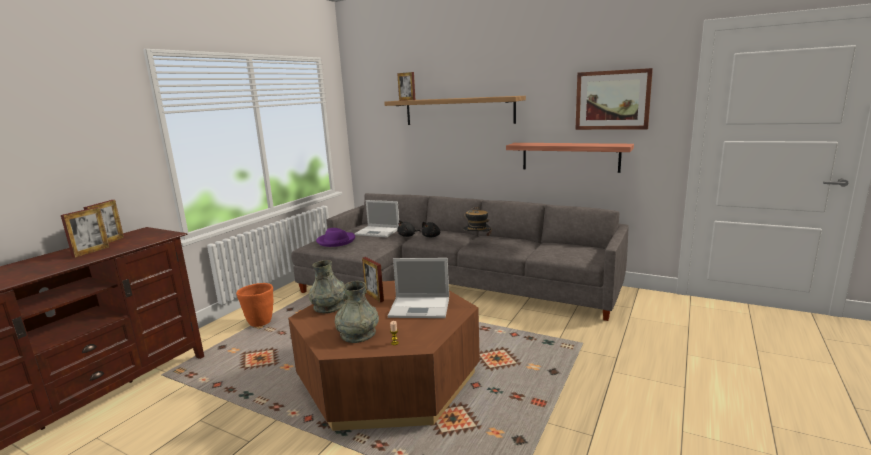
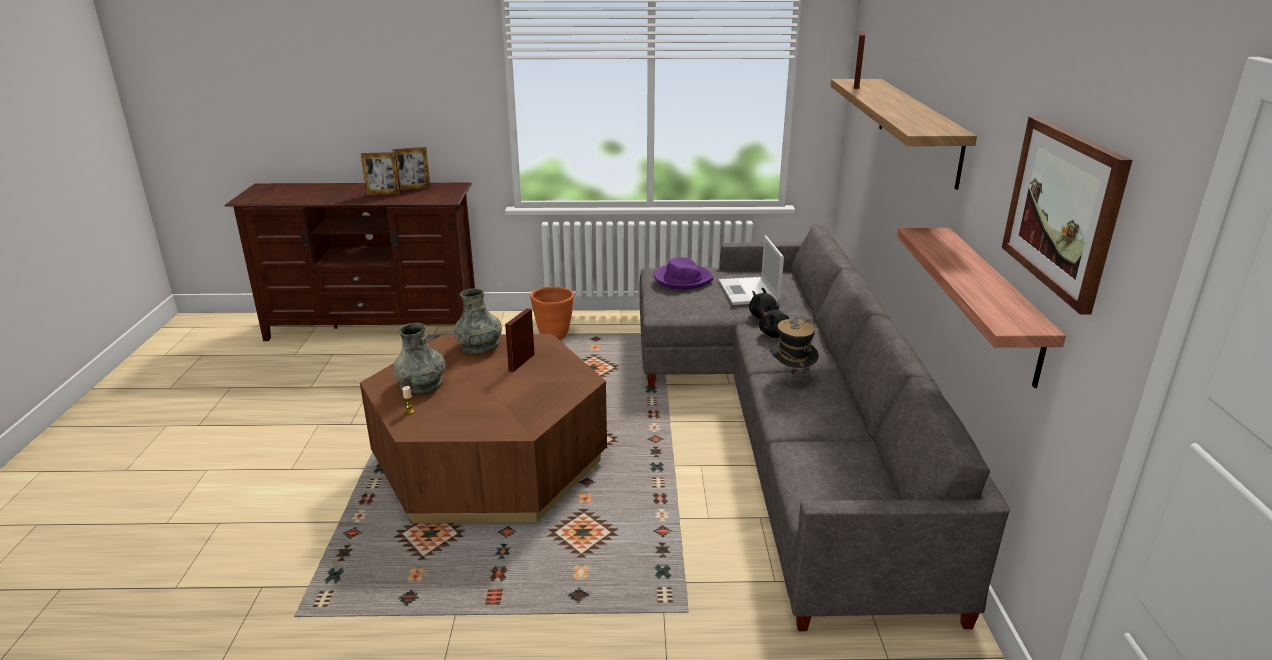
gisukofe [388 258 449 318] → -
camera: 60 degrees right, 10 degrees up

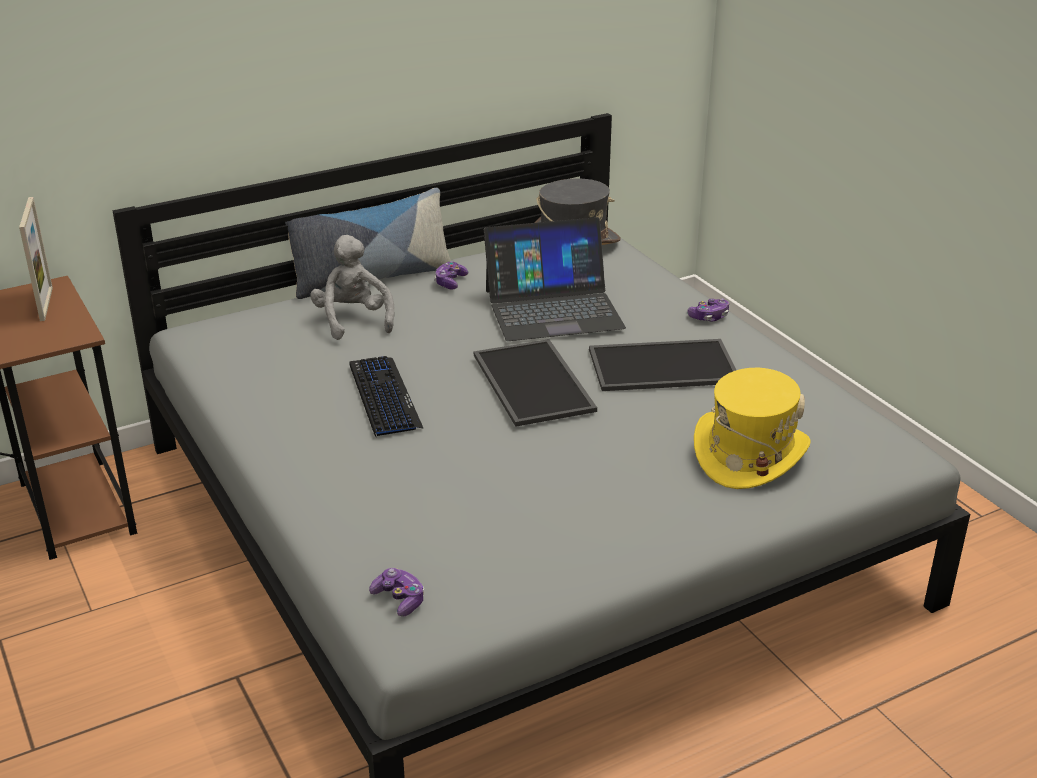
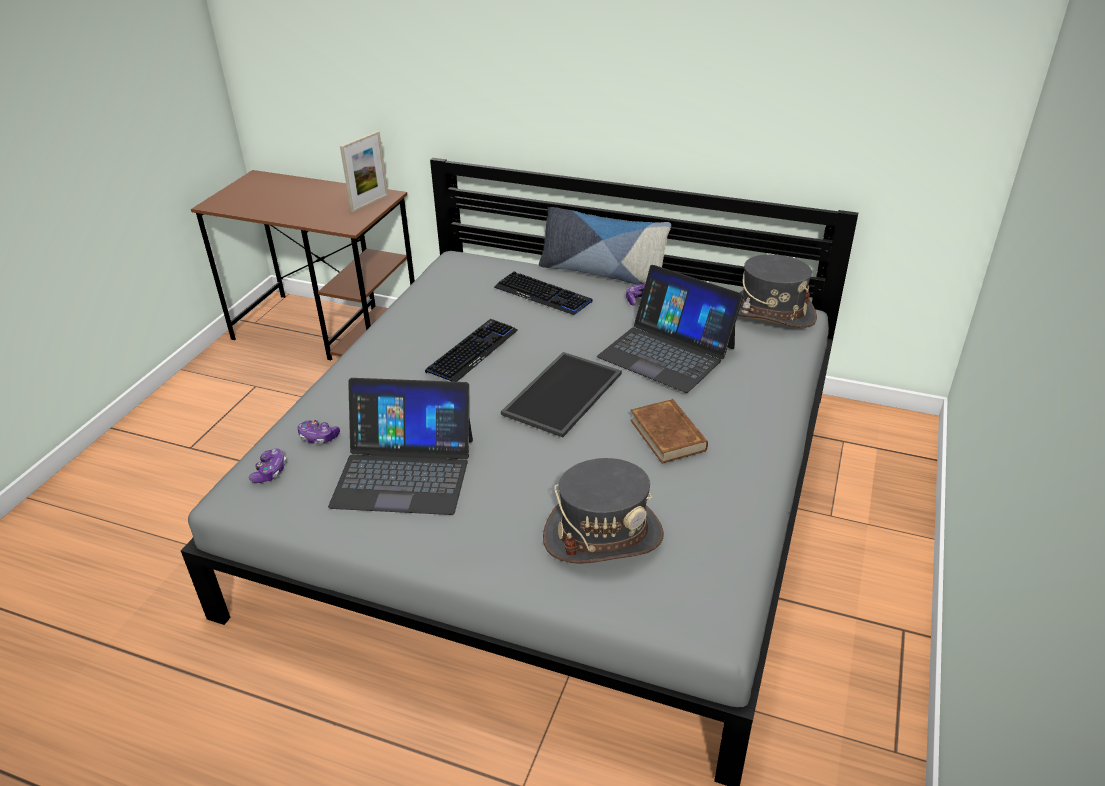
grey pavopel [310 235 394 340] → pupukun [494 271 593 315]
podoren [589 339 736 391] → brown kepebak [630 399 708 464]
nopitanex [688 298 729 321] → nopitanex [297 420 340 444], move
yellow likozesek [694 368 811 489] → grey likozesek [543 458 664 564]
- → gisukofe [328 378 473 515]
camera: 50 degrees right, 5 degrees up

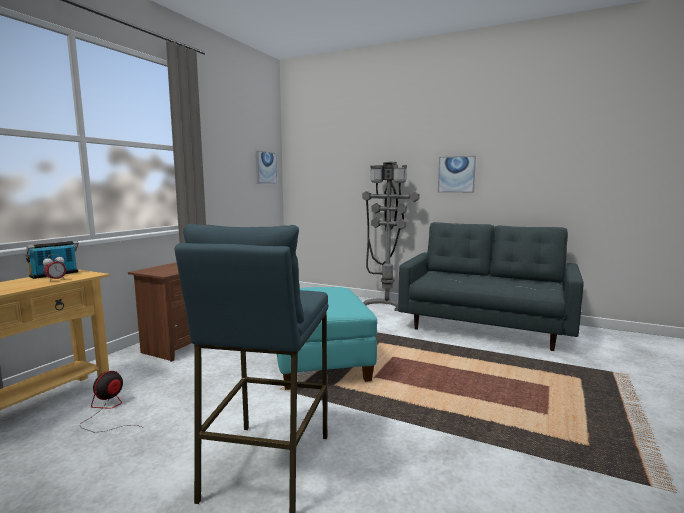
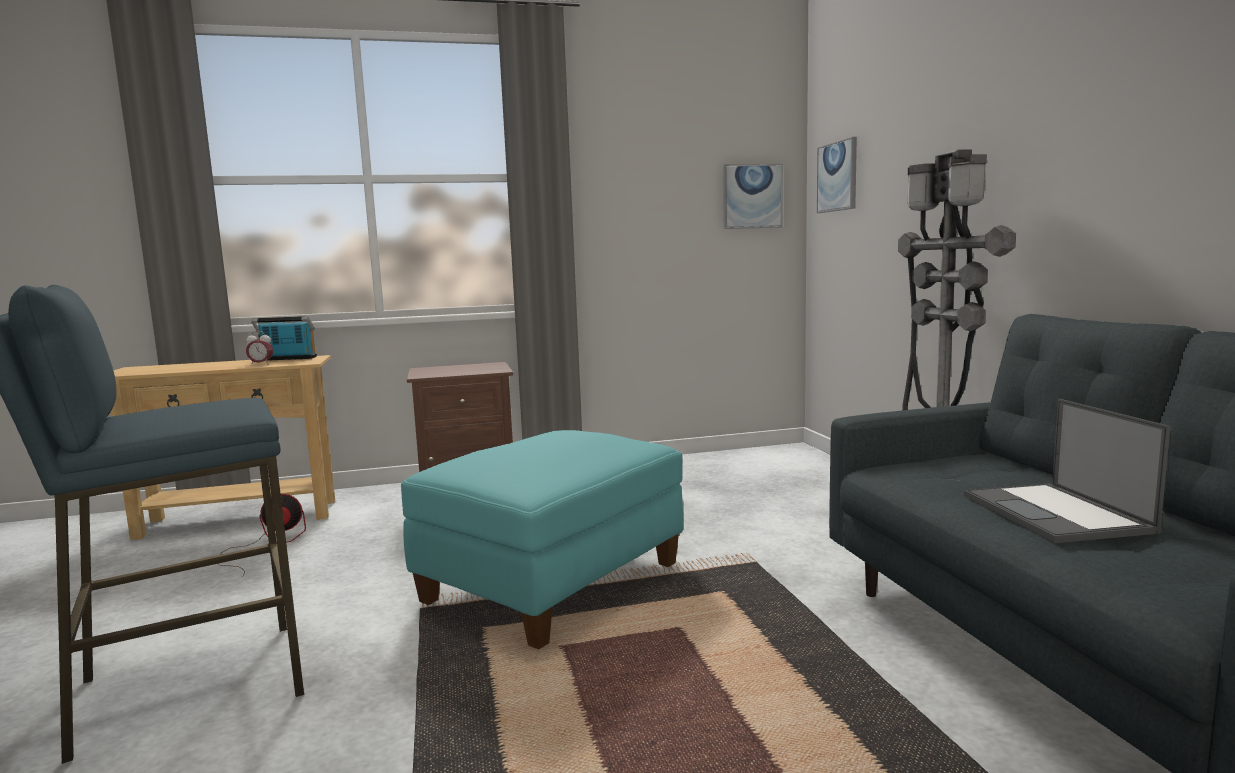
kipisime [438 156 476 193] → kipisime [817 137 857 213], move
- → gisukofe [964 399 1170 543]
camera: 50 degrees right, 0 degrees up

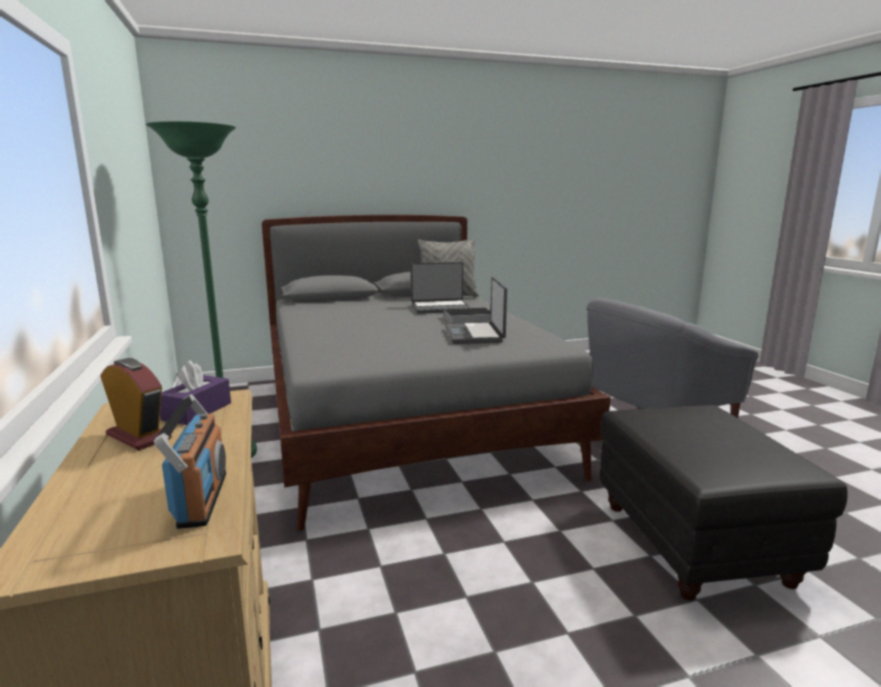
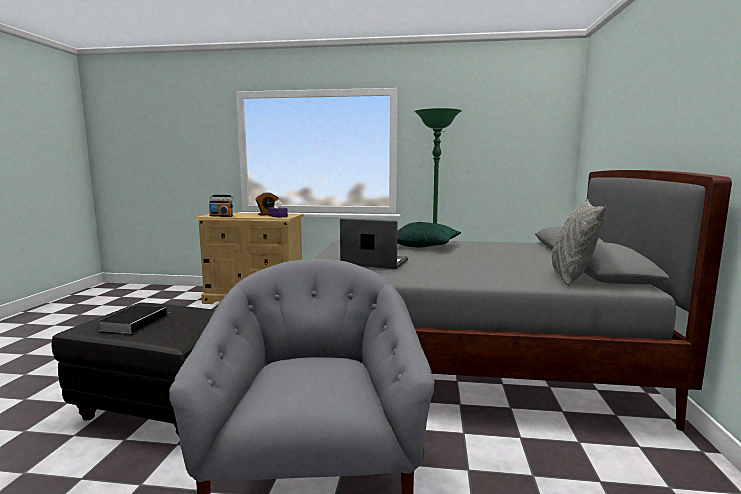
gisukofe [411 262 471 314] → -
kepebak [437 307 491 324] → kepebak [98 305 168 334], move
- → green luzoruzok [397 222 461 247]
camera: 115 degrees right, 5 degrees down

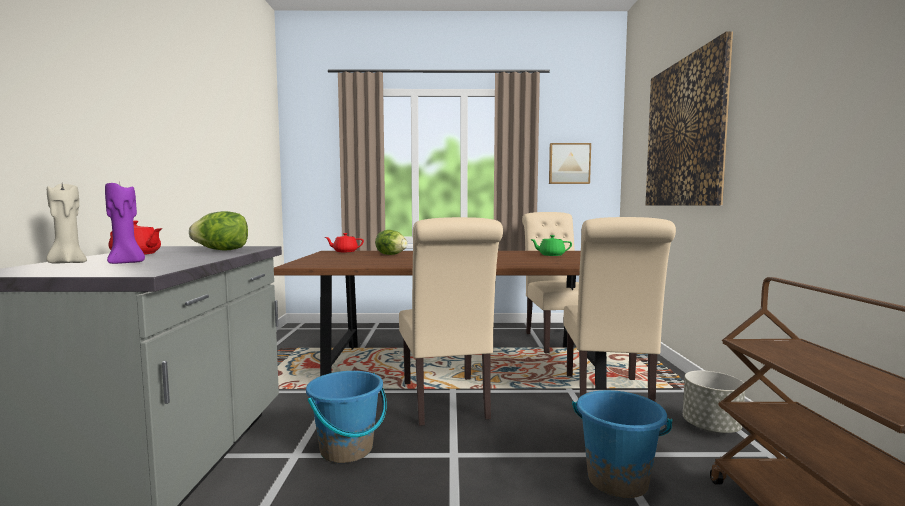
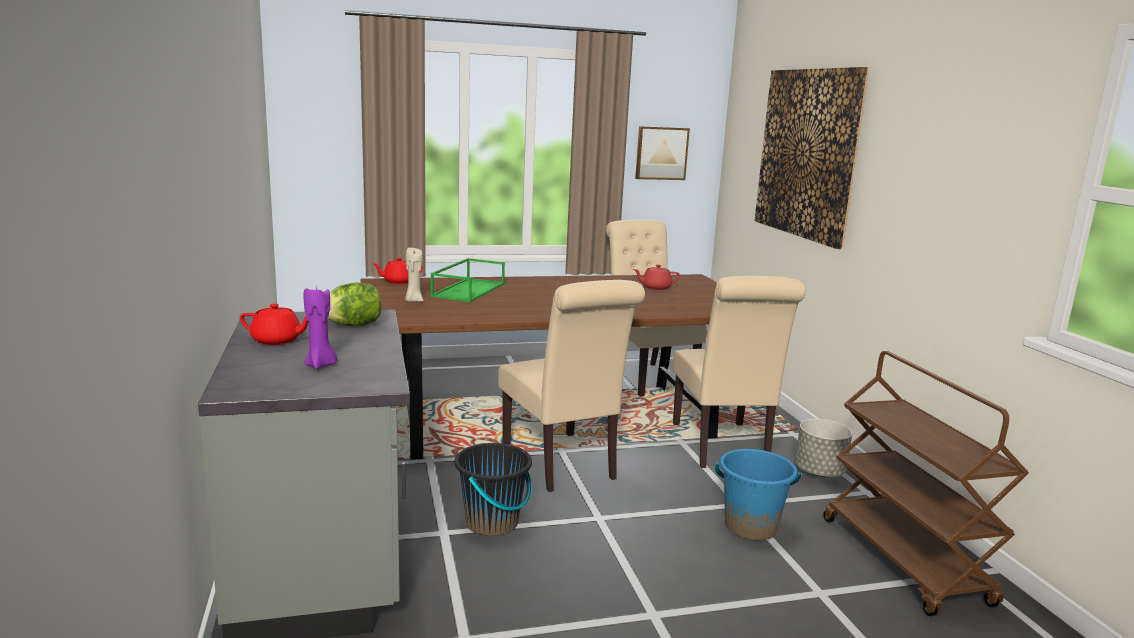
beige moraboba [46 184 87 264] → beige moraboba [405 248 424 302], move
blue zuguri [306 371 387 463] → black zuguri [455 443 532 536]
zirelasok [375 230 408 255] → green podoren [431 258 505 302]
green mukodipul [530 235 572 256] → red mukodipul [633 264 680 290]
camera: 15 degrees left, 10 degrees up

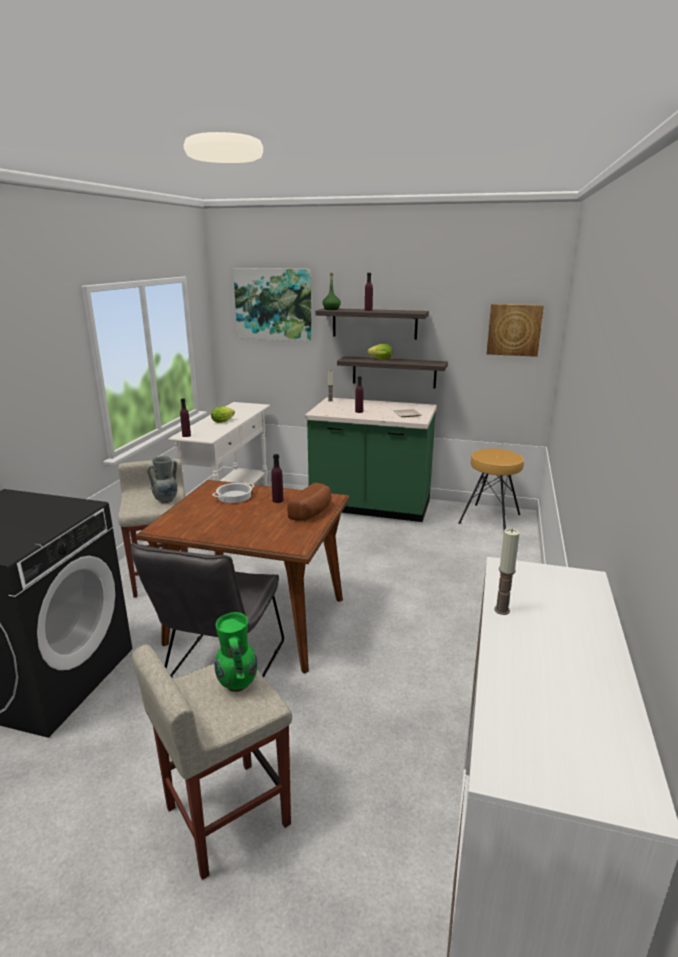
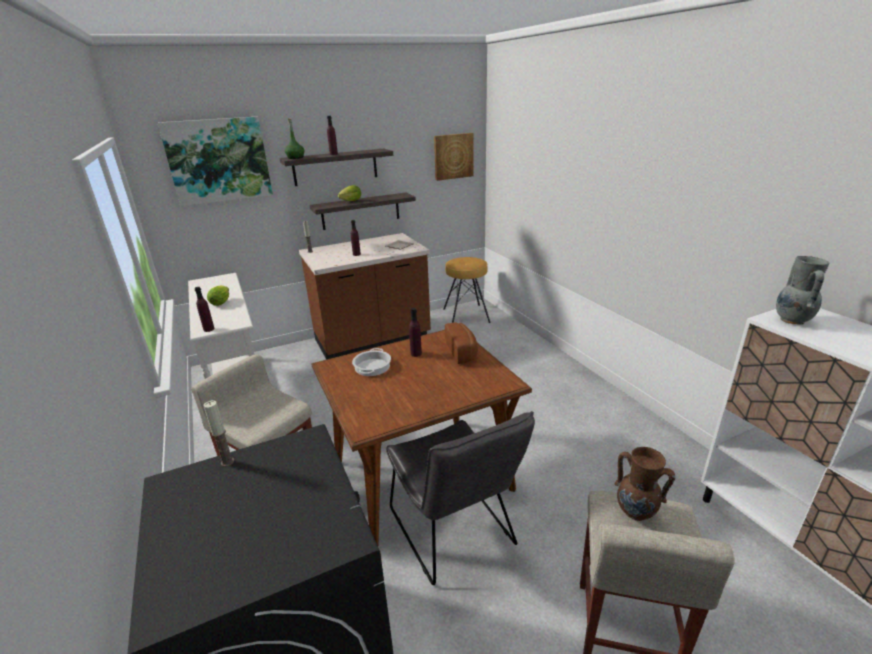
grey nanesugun [147 456 177 503] → grey nanesugun [776 256 830 324], move
green nanesugun [215 612 257 692] → brown nanesugun [614 447 675 521]
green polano [305 397 437 522] → brown polano [299 233 431 360]
moraboba [494 528 520 615] → moraboba [204 400 234 467], move
camera: 40 degrees left, 5 degrees up

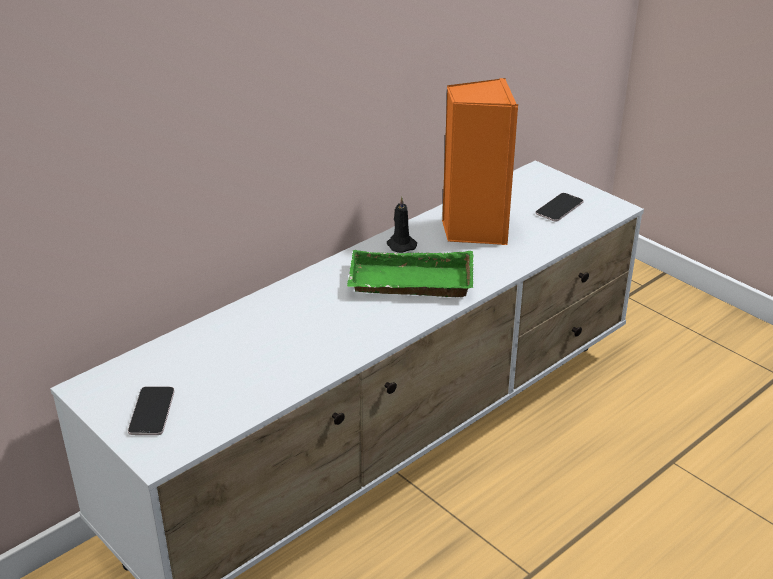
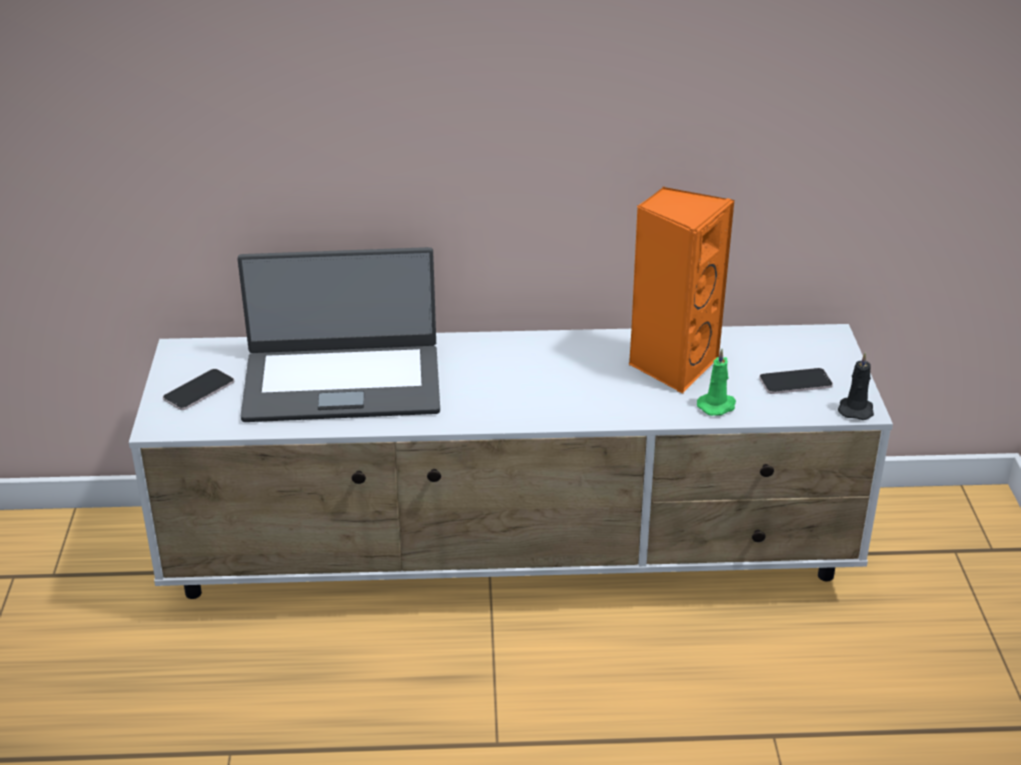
green podoren [347 250 474 297] → -
black moraboba [387 196 417 253] → black moraboba [838 352 874 420], move
- → gisukofe [238 247 440 422]
- → green moraboba [697 349 736 416]
camera: 40 degrees right, 0 degrees up

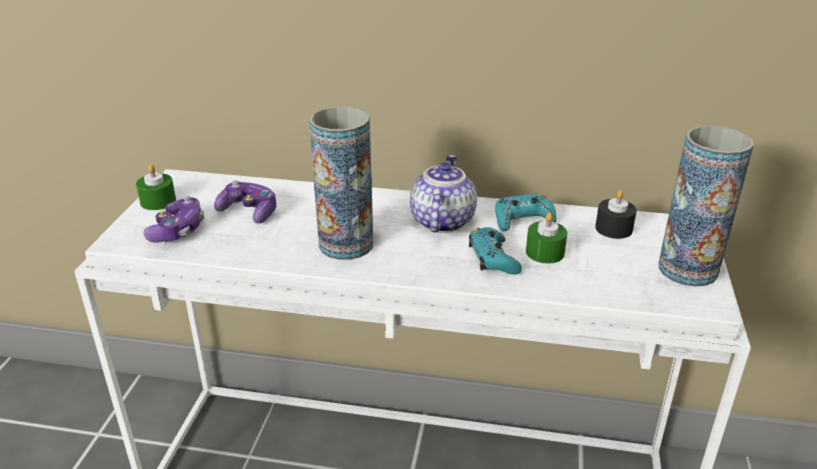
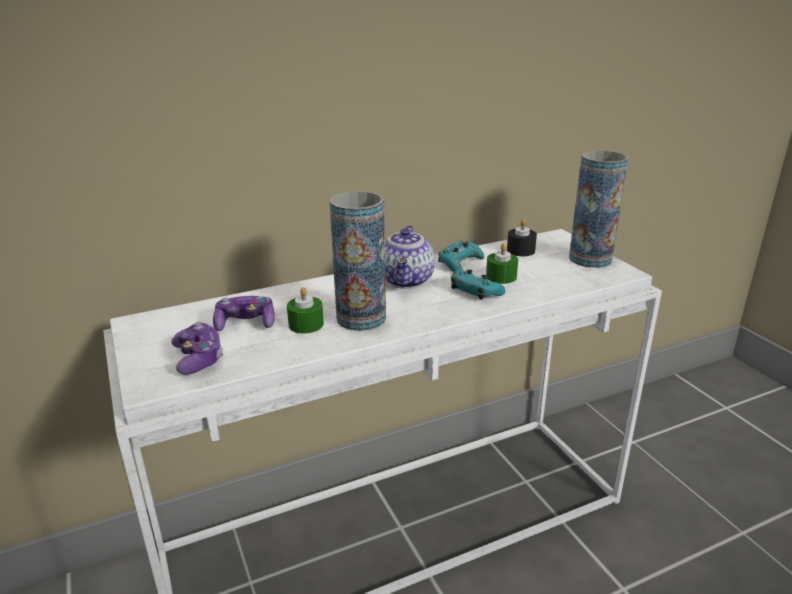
green moraboba [136 164 176 210] → green moraboba [287 287 324 334], move
mukodipul [410 155 477 233] → mukodipul [385 225 435 289], 150 degrees counterclockwise
camera: 35 degrees left, 5 degrees down

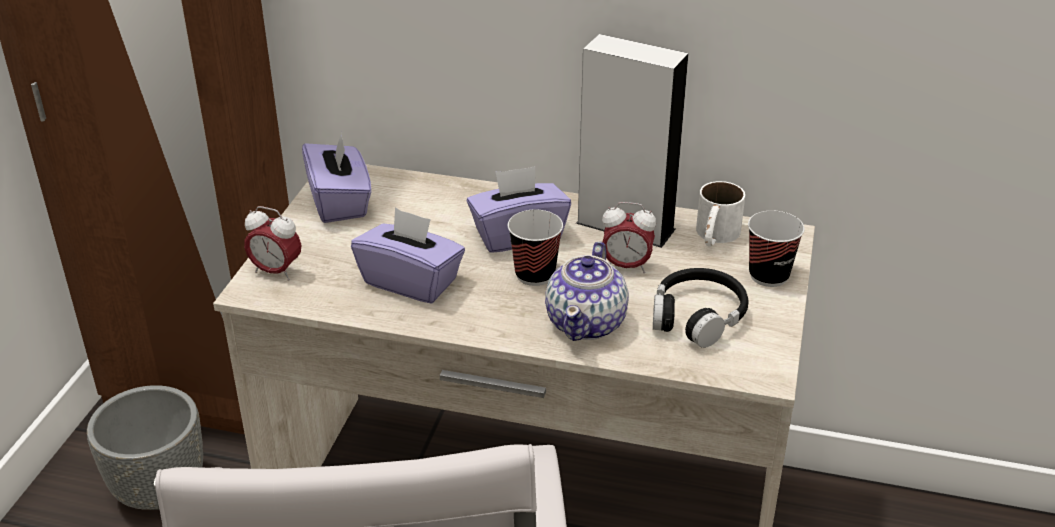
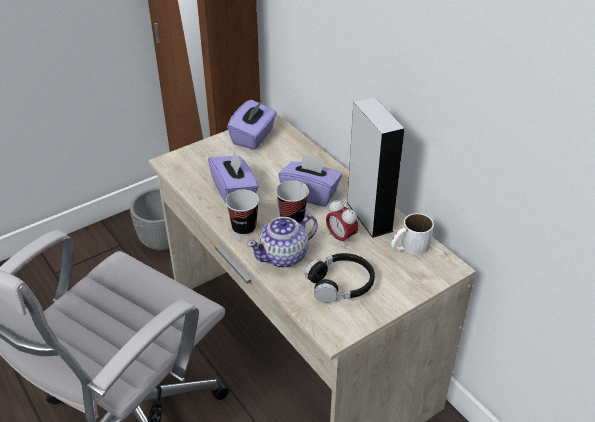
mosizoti [244 206 301 281] → -
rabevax [748 210 805 287] → rabevax [225 190 259 236], move
camera: 40 degrees right, 5 degrees up

